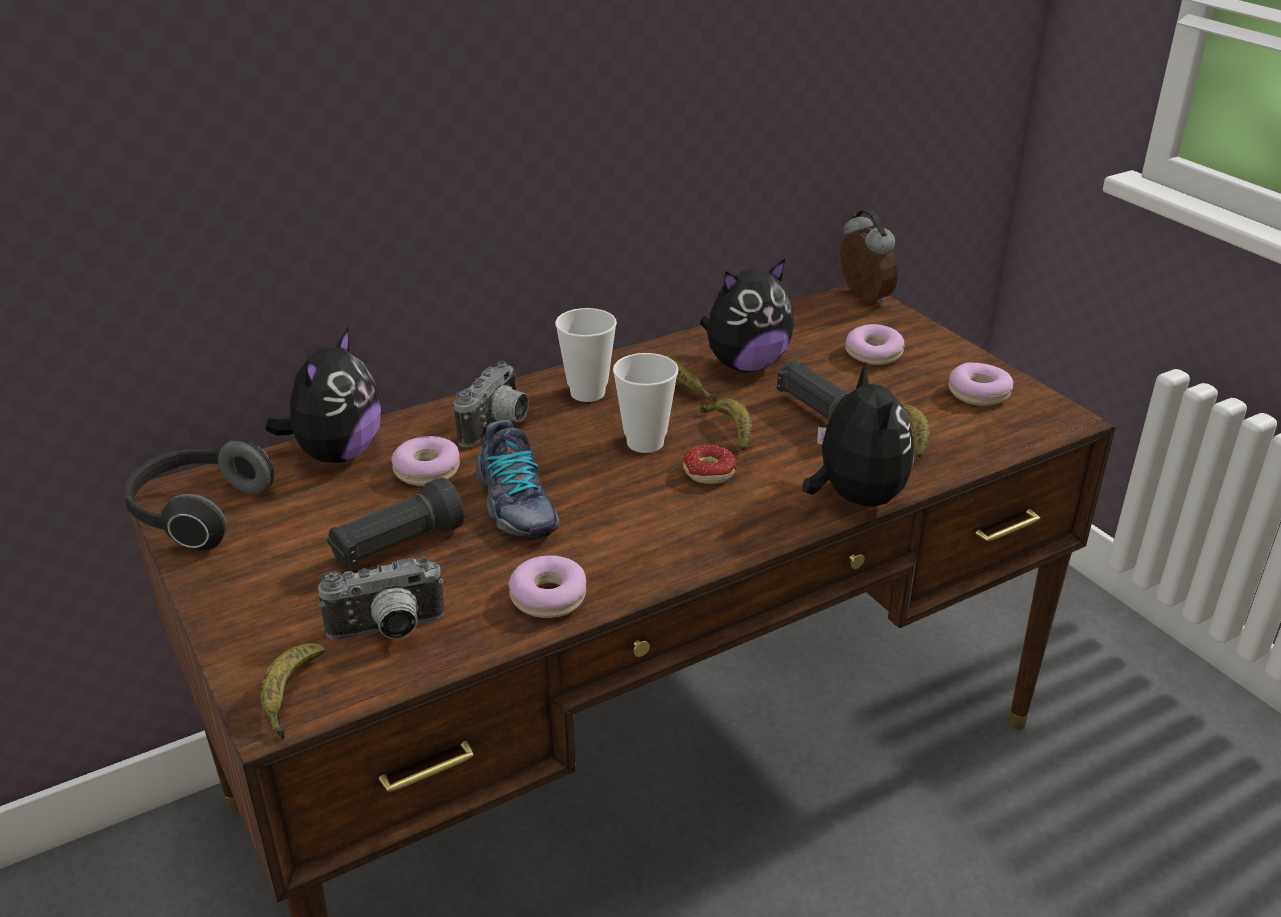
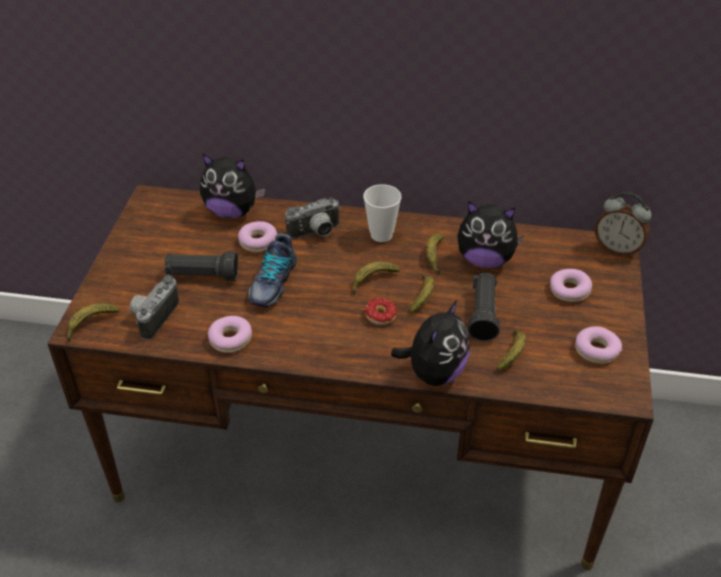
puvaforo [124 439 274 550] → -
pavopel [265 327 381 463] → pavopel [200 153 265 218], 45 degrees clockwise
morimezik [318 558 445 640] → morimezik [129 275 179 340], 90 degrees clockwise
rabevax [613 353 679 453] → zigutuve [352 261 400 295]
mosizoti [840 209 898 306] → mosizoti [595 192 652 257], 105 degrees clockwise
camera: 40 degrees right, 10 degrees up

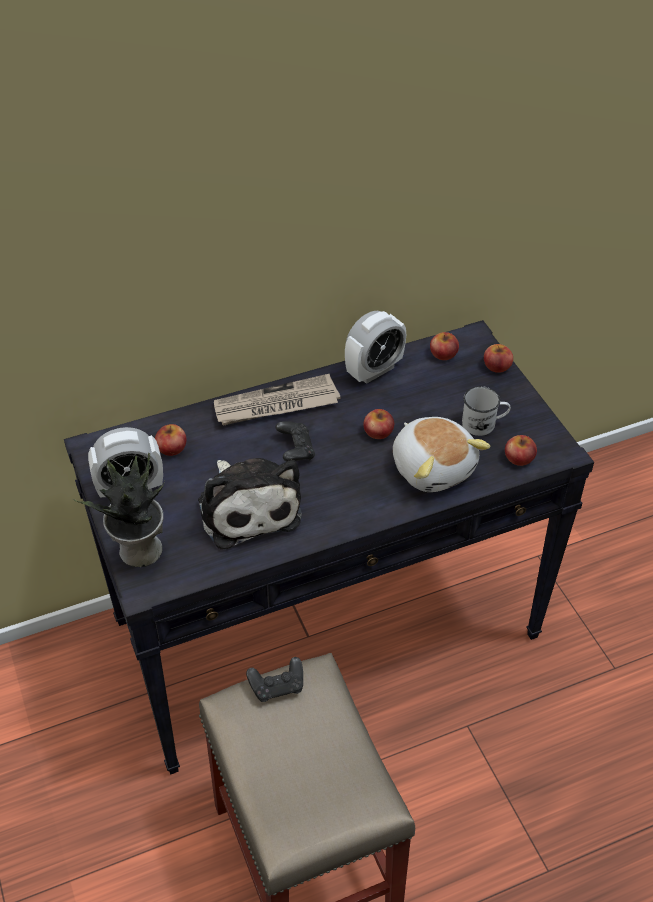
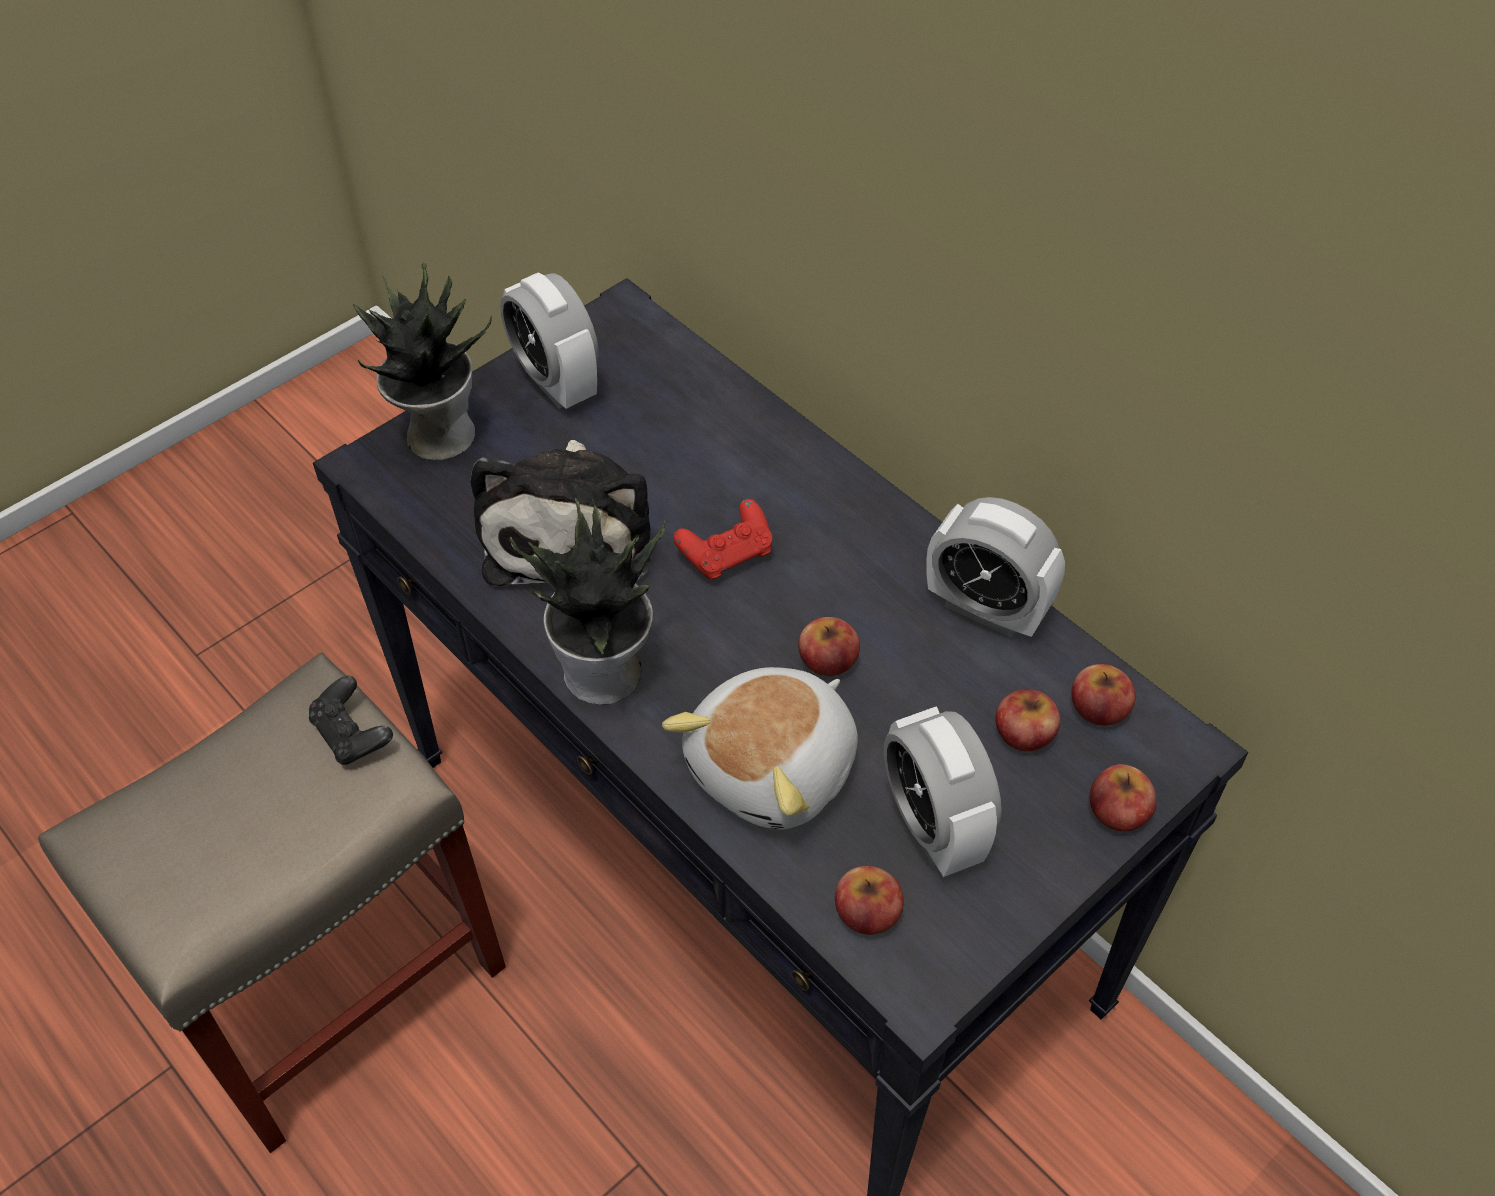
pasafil [155 424 186 456] → pasafil [995 689 1061 752], move
pavopel [198 458 302 550] → pavopel [470 440 651 586], 45 degrees counterclockwise
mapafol [214 374 341 425] → -
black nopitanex [276 421 315 462] → red nopitanex [673 499 772 580]
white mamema [462 386 511 436] → mosizoti [884 706 1002 877]
- → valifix [509 498 666 705]
camera: 70 degrees right, 5 degrees up

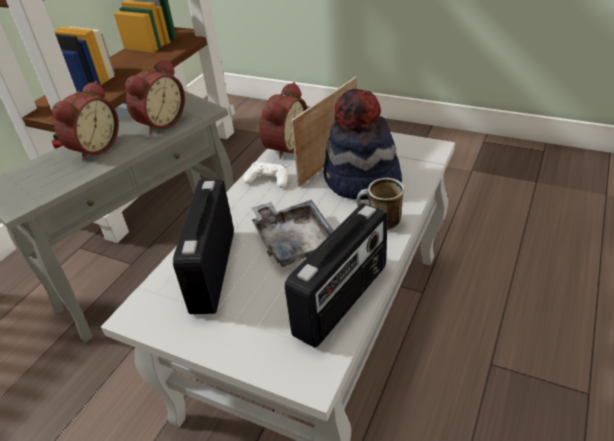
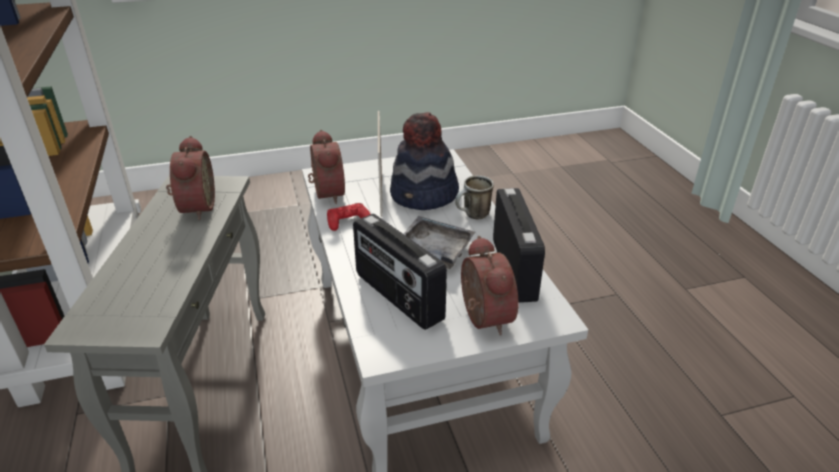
mosizoti [52 81 119 161] → mosizoti [461 236 518 336], move
white nopitanex [244 162 288 188] → red nopitanex [327 203 371 231]
camera: 45 degrees left, 5 degrees down

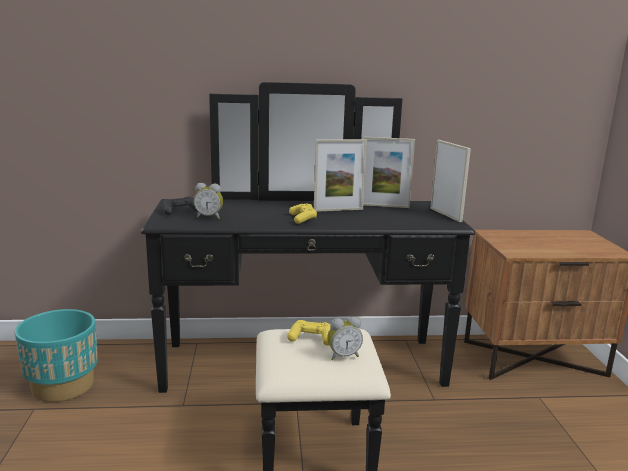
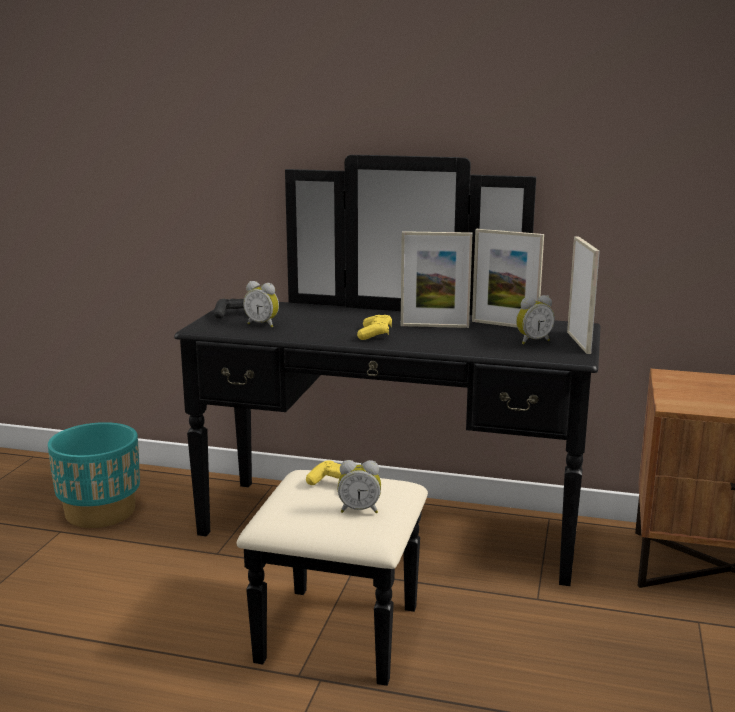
- → mosizoti [516 295 555 344]
camera: 20 degrees right, 0 degrees up

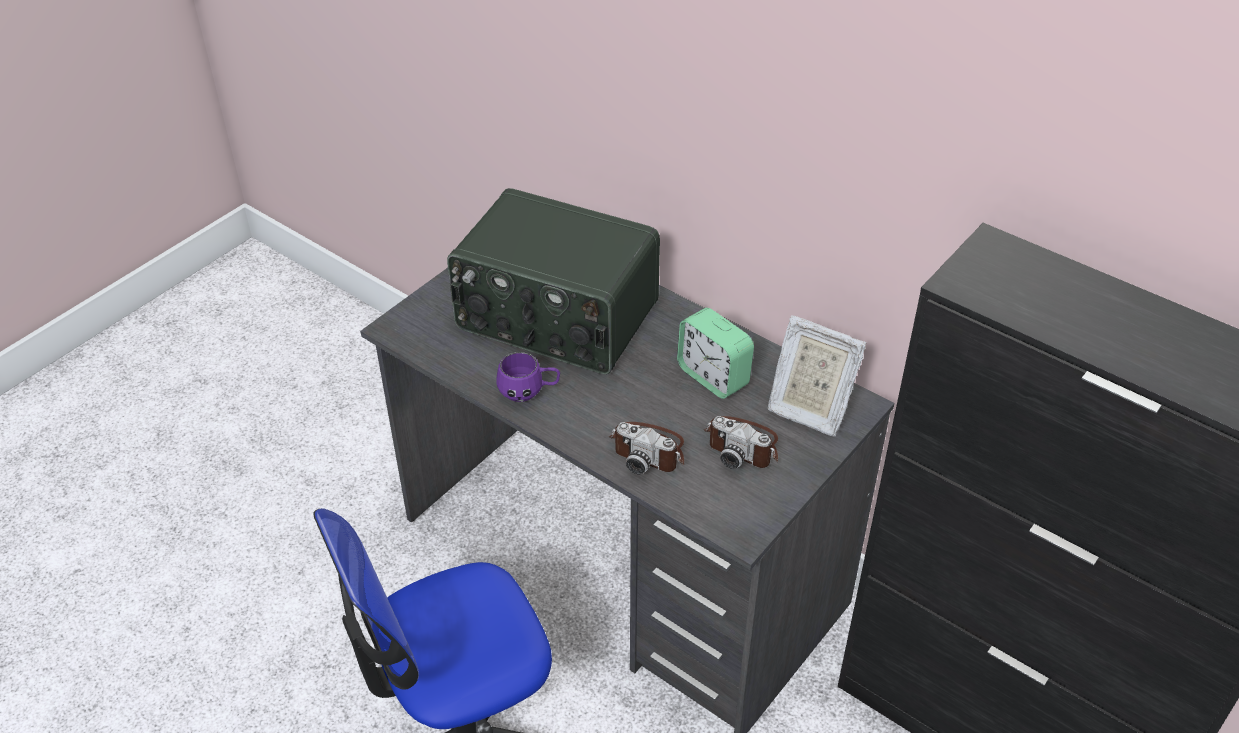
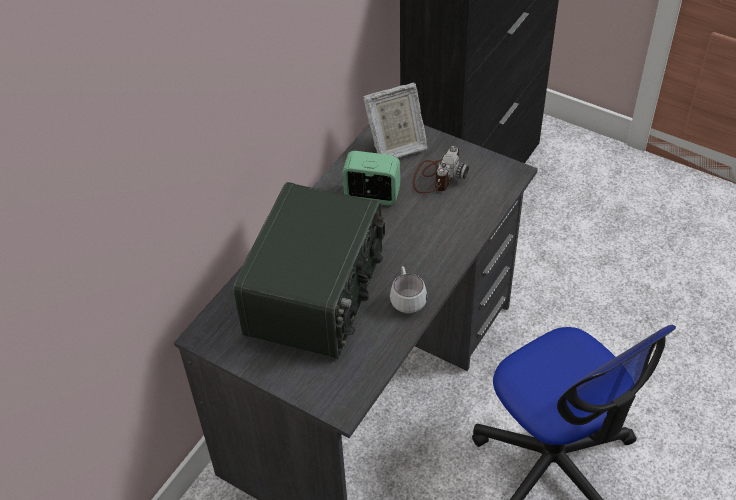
purple mamema [496 352 560 402] → white mamema [390 266 427 313]
morimezik [608 422 684 474] → -
mosizoti [677 308 754 399] → mosizoti [343 151 400 206], 120 degrees counterclockwise
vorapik [768 315 866 436] → vorapik [363 83 427 158], 45 degrees clockwise
camera: 95 degrees left, 5 degrees up

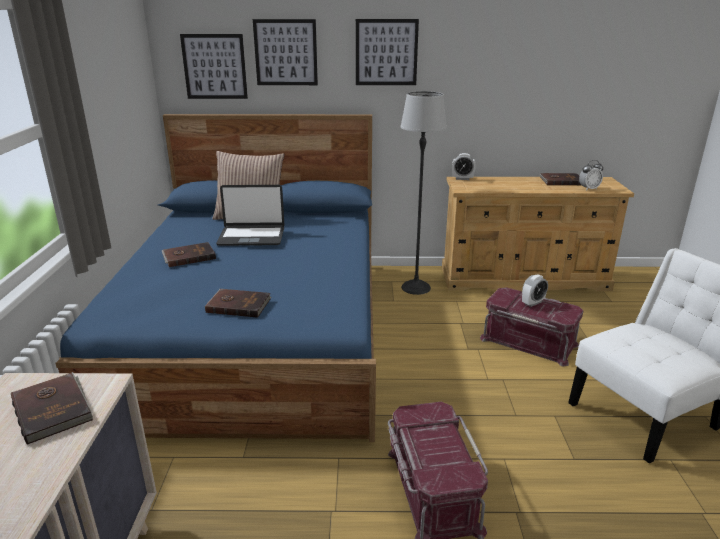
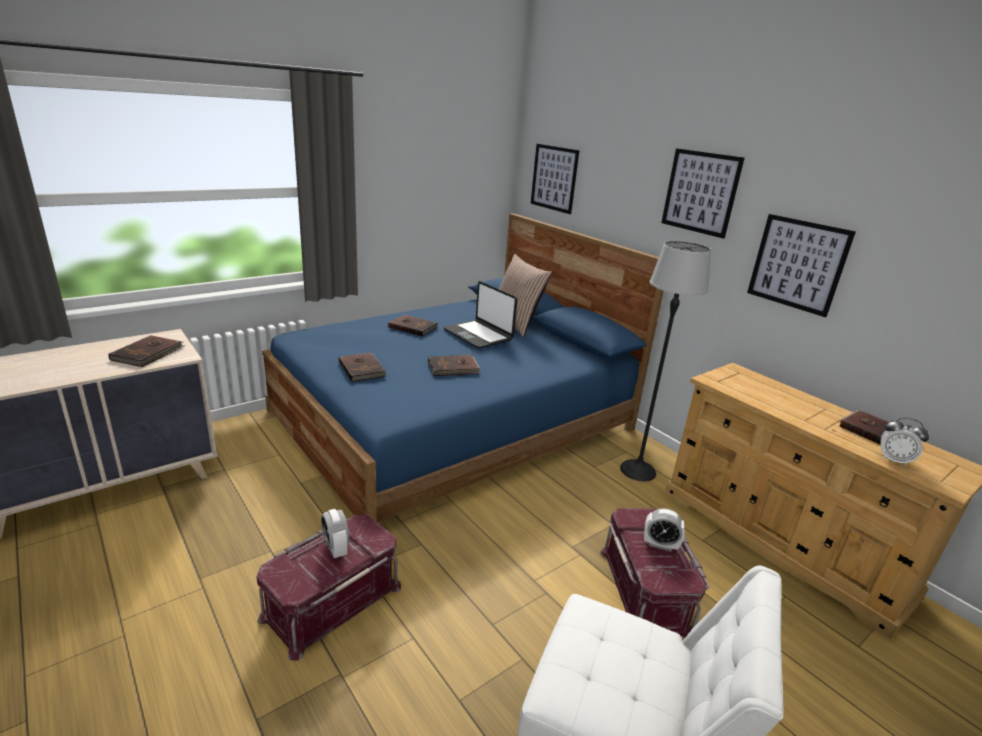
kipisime [253 19 318 85] → kipisime [747 214 856 317], move
mosizoti [452 153 476 180] → mosizoti [321 509 349 558], move
- → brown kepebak [428 355 481 376]
camera: 50 degrees right, 0 degrees up

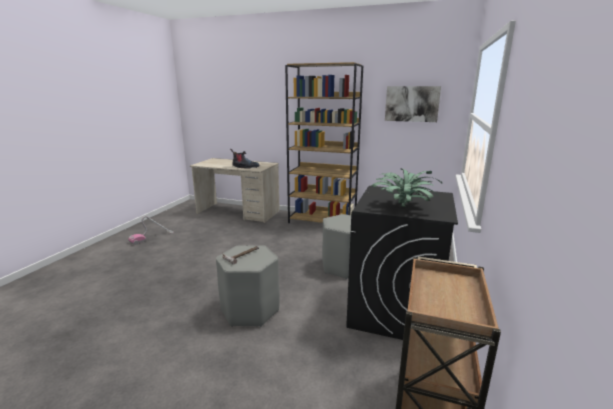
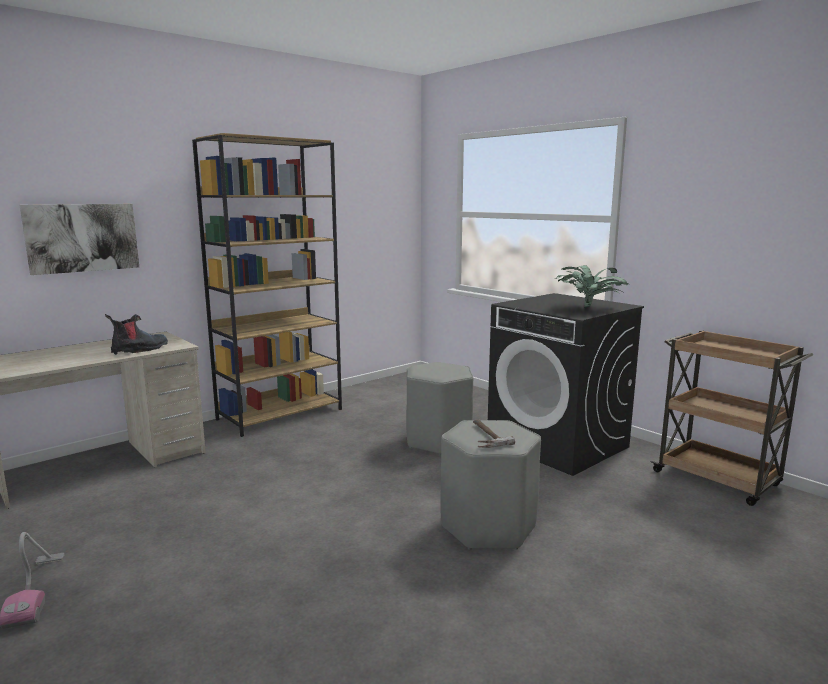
kipisime [385 86 441 122] → kipisime [20 204 139 275], move
camera: 60 degrees left, 5 degrees down

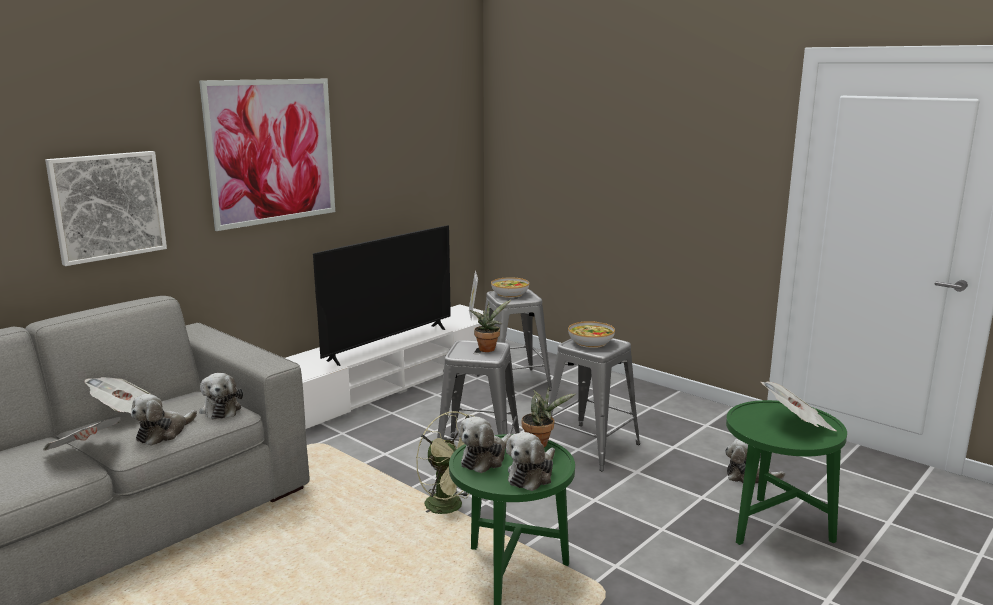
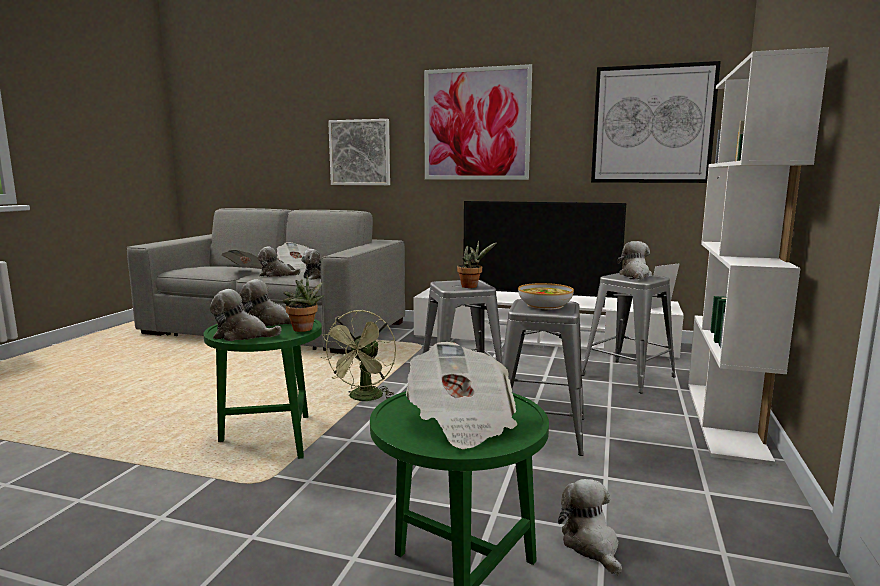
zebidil [491 277 529 298] → pavopel [617 241 652 280]
- → kipisime [591 61 721 183]
- → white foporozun [688 47 829 465]
camera: 65 degrees right, 5 degrees down

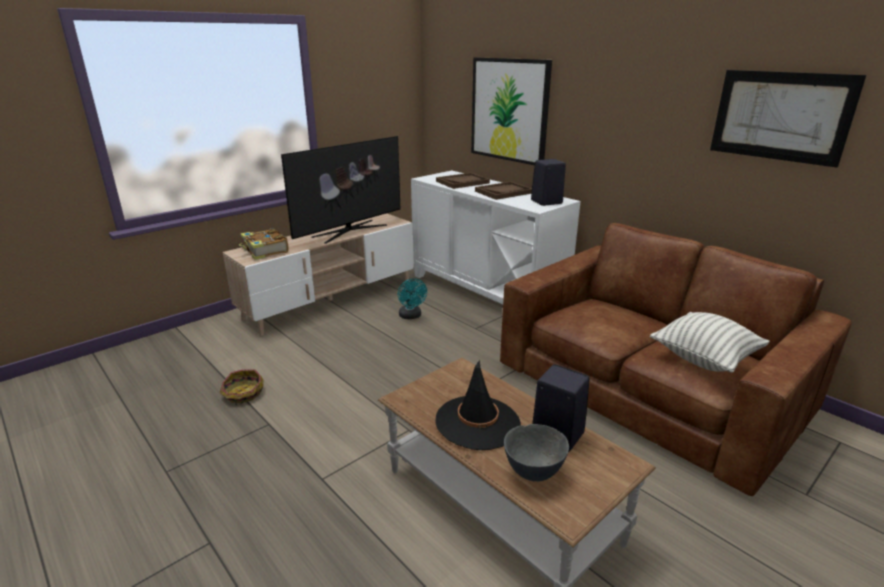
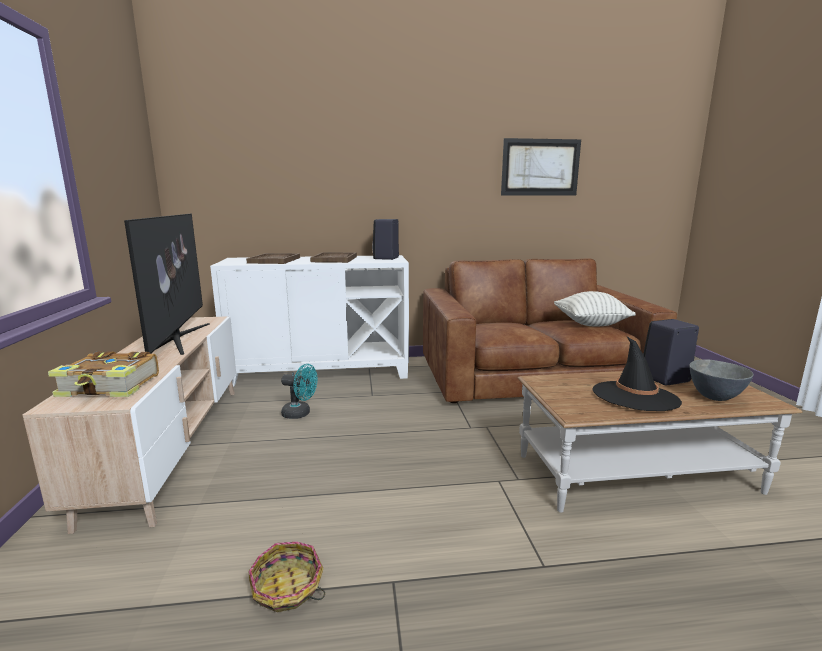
kipisime [471 57 552 165] → -
camera: 55 degrees left, 10 degrees down

